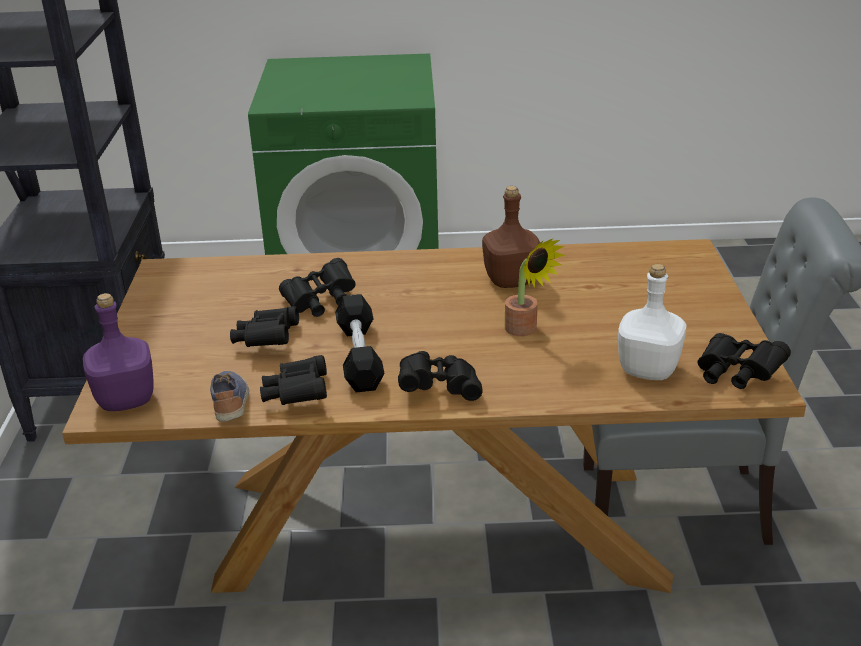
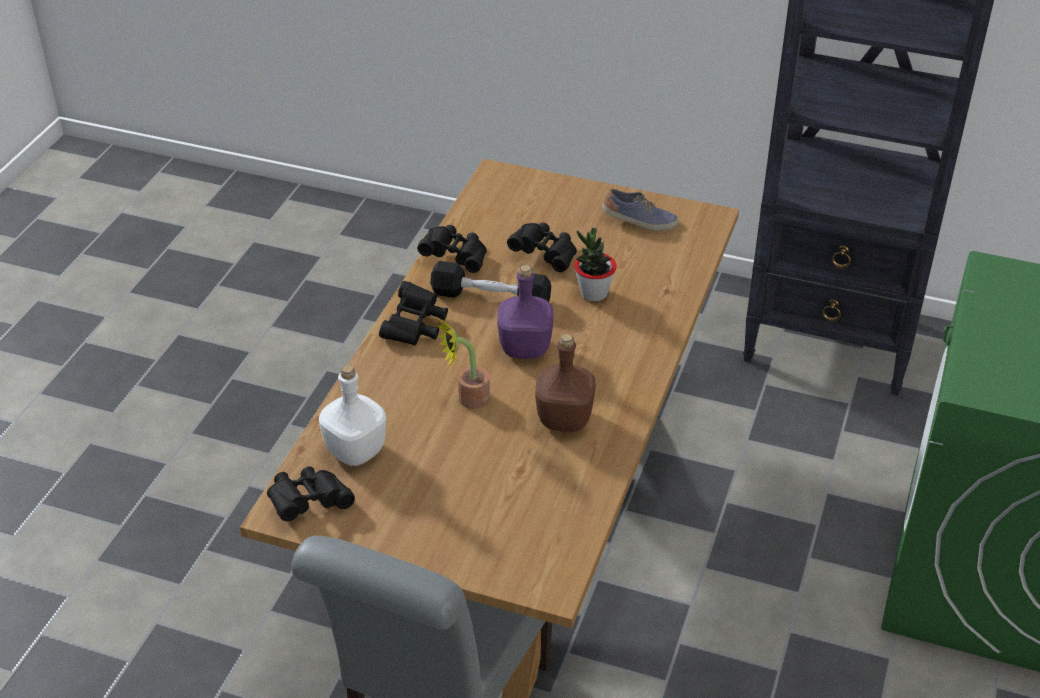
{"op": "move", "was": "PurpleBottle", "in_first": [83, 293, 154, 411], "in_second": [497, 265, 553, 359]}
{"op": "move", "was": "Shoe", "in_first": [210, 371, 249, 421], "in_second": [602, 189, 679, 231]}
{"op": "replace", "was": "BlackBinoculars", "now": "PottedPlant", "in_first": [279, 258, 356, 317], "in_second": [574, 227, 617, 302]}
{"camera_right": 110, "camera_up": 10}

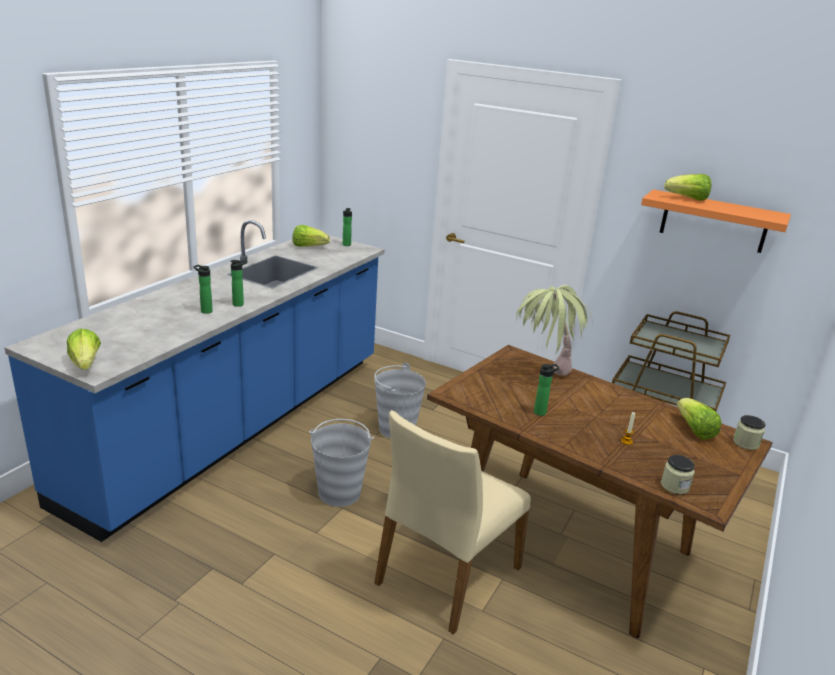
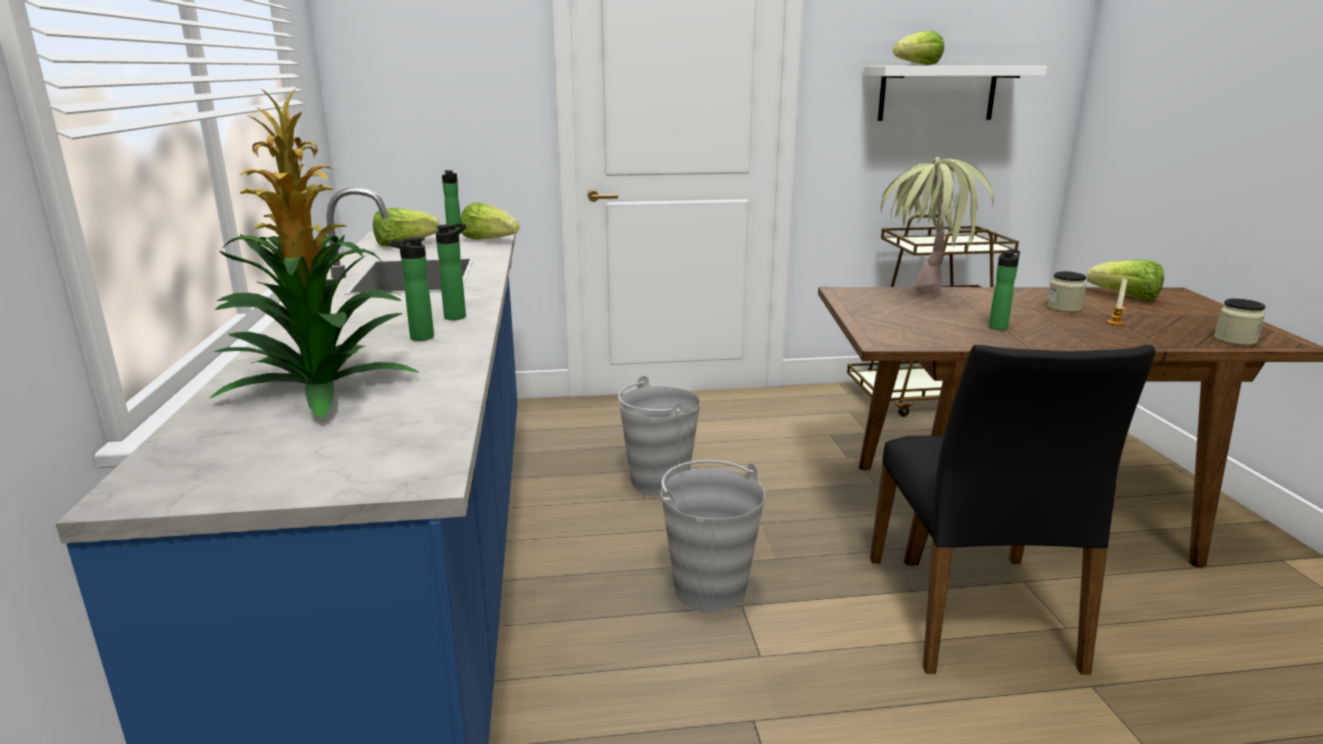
{"op": "insert", "now": "PottedPlant", "in_second": [210, 88, 419, 418]}
{"op": "move", "was": "Lettuce", "in_first": [67, 329, 101, 370], "in_second": [461, 202, 519, 240]}
{"op": "move", "was": "Jar", "in_first": [733, 415, 765, 450], "in_second": [1047, 271, 1087, 312]}
{"op": "recolor", "was": "BeigeChair", "now": "BlackChair", "in_first": [374, 410, 531, 635], "in_second": [870, 345, 1155, 675]}
{"op": "recolor", "was": "OrangeShelf", "now": "WhiteShelf", "in_first": [641, 189, 791, 253], "in_second": [863, 66, 1047, 121]}
{"camera_right": -35, "camera_up": -5}

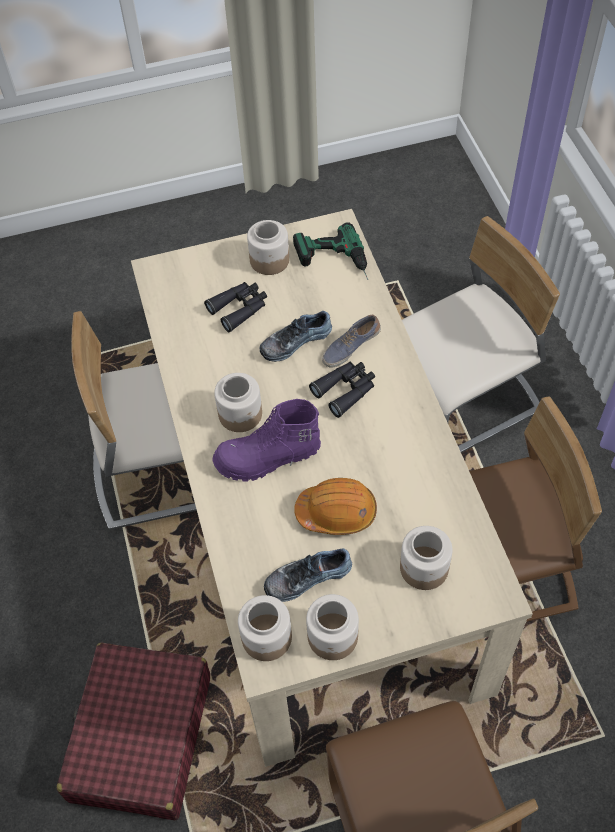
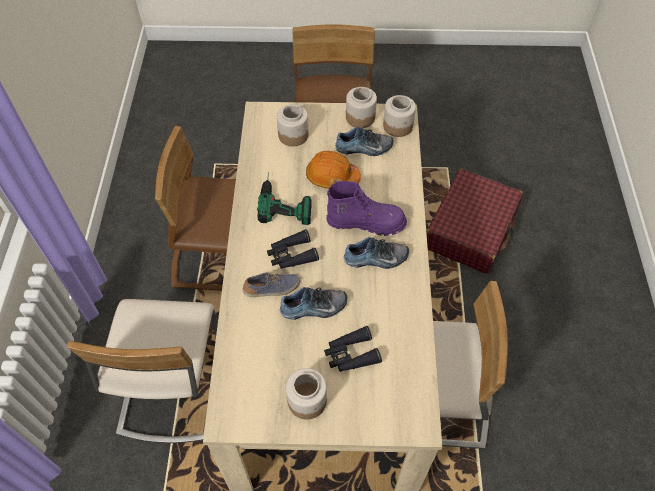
{"op": "move", "was": "PowerDrill", "in_first": [293, 222, 368, 280], "in_second": [257, 172, 312, 225]}
{"op": "replace", "was": "Jar", "now": "Shoe", "in_first": [214, 373, 262, 432], "in_second": [344, 237, 409, 269]}
{"op": "rotate", "was": "BeigeChair", "in_first": [402, 216, 560, 453], "in_second": [67, 299, 218, 443], "clockwise": -75}
{"camera_right": -165, "camera_up": 0}

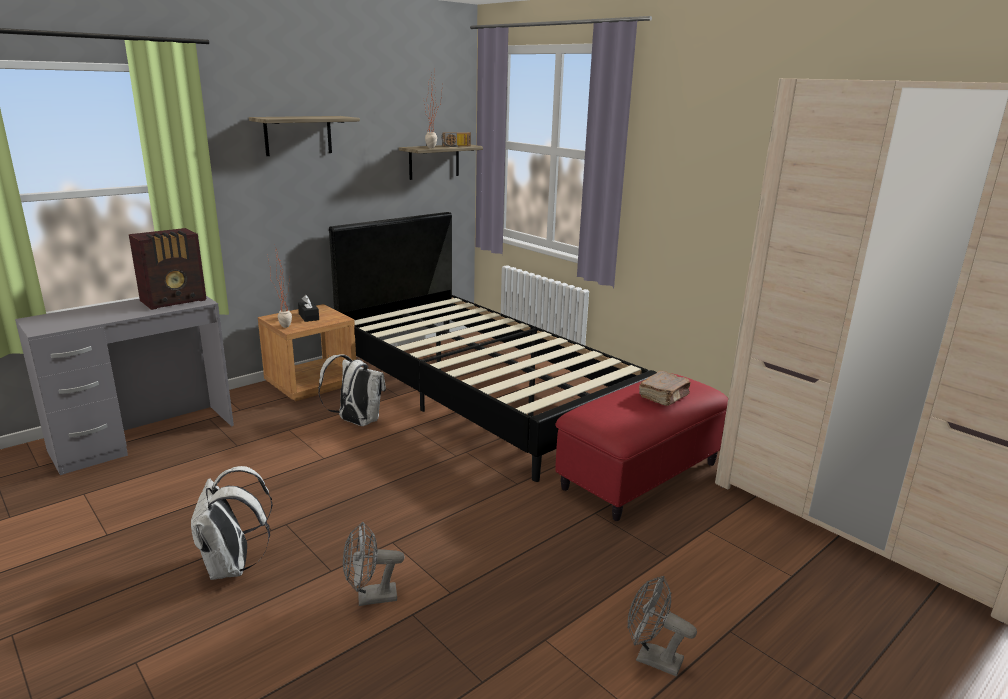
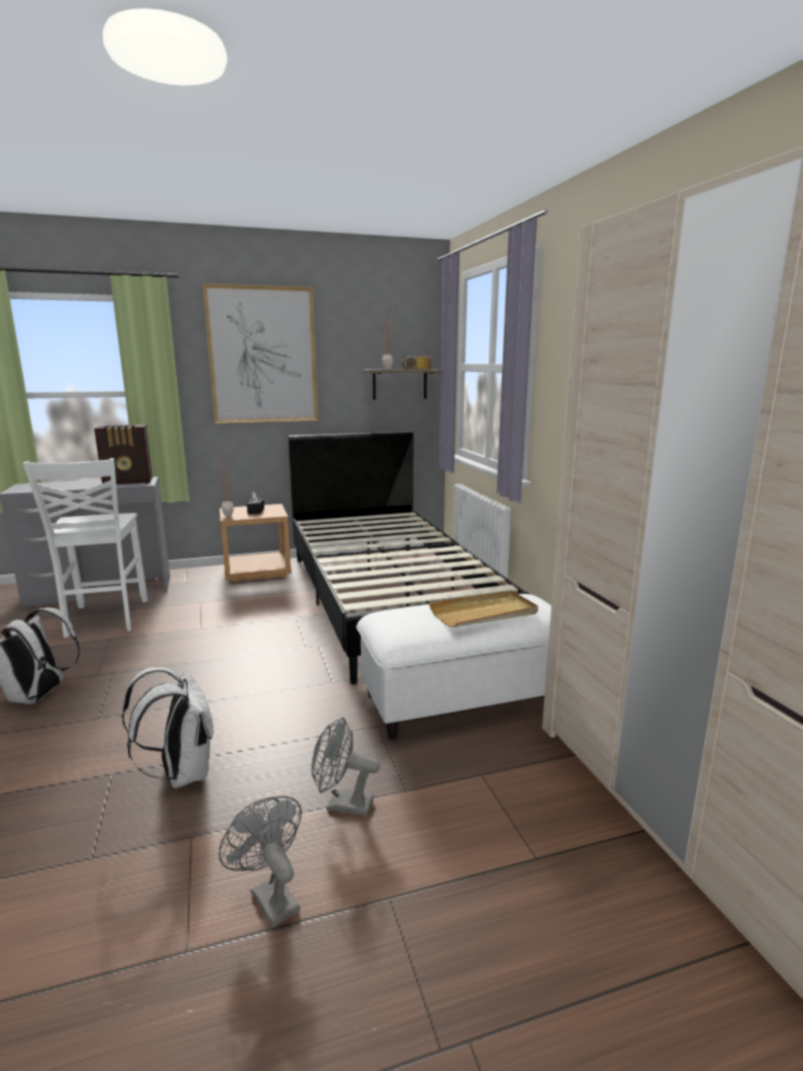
{"op": "insert", "now": "WhiteChair", "in_second": [23, 458, 148, 638]}
{"op": "move", "was": "WhiteBackpack", "in_first": [318, 354, 386, 426], "in_second": [122, 667, 214, 788]}
{"op": "move", "was": "GreyFan", "in_first": [343, 522, 405, 606], "in_second": [312, 717, 380, 816]}
{"op": "replace", "was": "Shelf", "now": "Picture", "in_first": [249, 116, 360, 156], "in_second": [202, 283, 318, 424]}
{"op": "replace", "was": "BrownBook", "now": "BeigeTray", "in_first": [639, 371, 690, 406], "in_second": [429, 590, 538, 627]}
{"op": "recolor", "was": "RedOttoman", "now": "WhiteOttoman", "in_first": [555, 373, 728, 521], "in_second": [356, 594, 551, 740]}
{"camera_right": 25, "camera_up": -5}

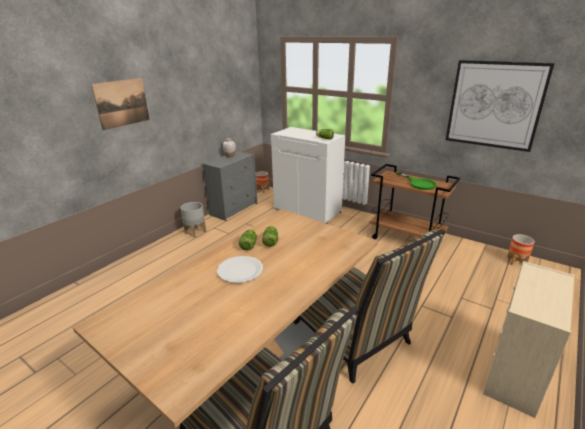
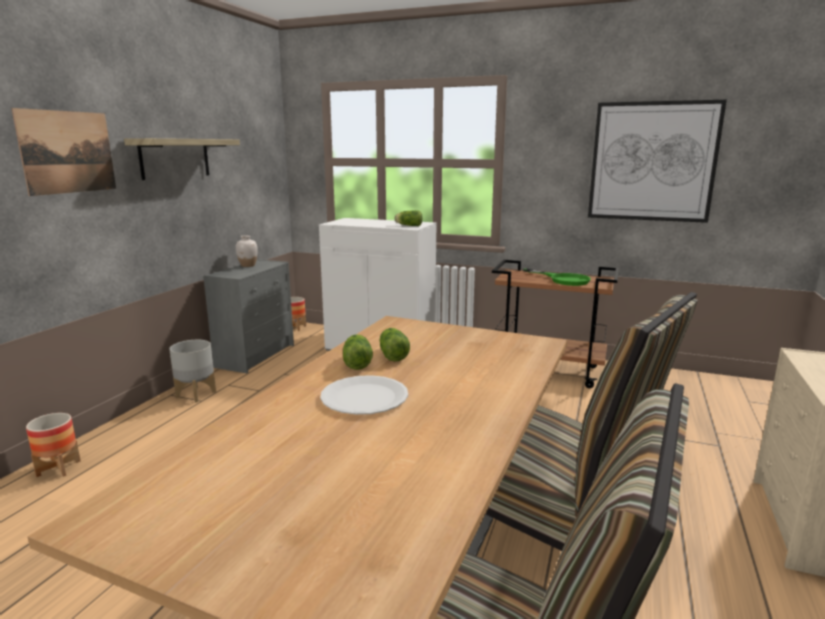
{"op": "insert", "now": "Shelf", "in_second": [124, 138, 240, 180]}
{"op": "move", "was": "Planter", "in_first": [507, 234, 535, 265], "in_second": [26, 413, 81, 477]}
{"camera_right": -15, "camera_up": -10}

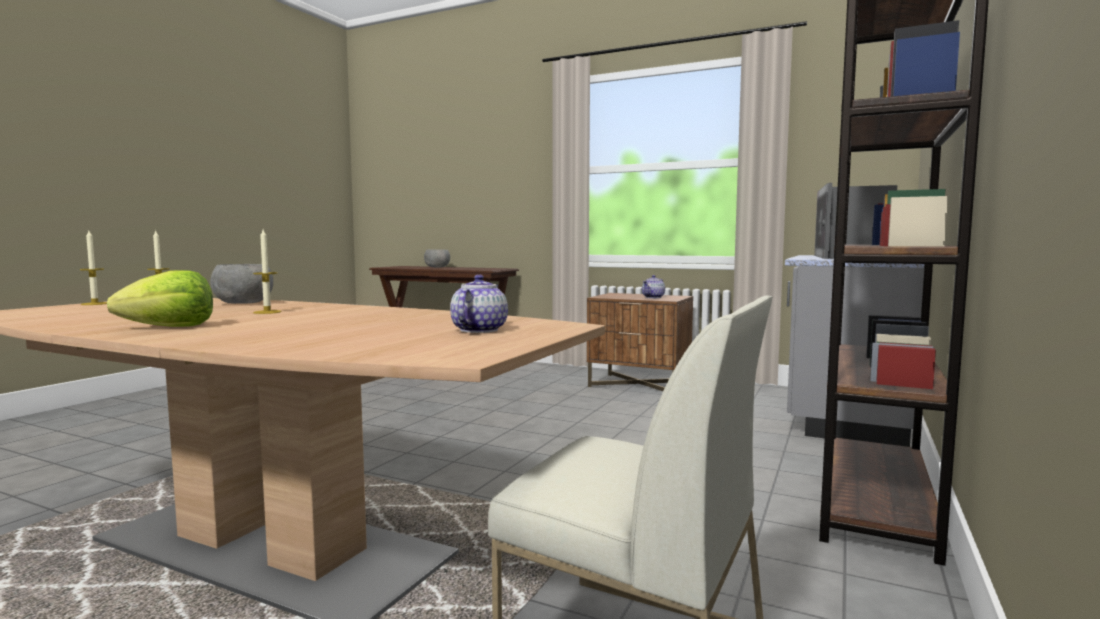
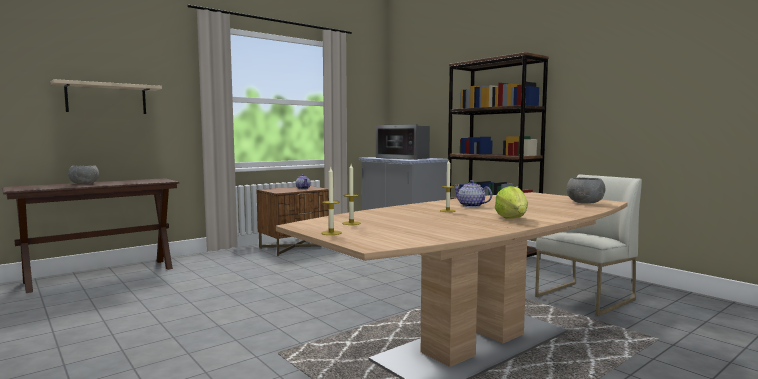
{"op": "insert", "now": "BeigeShelf", "in_second": [51, 79, 162, 114]}
{"op": "move", "was": "GreyBowl", "in_first": [210, 264, 273, 304], "in_second": [567, 177, 605, 204]}
{"op": "move", "was": "Teapot", "in_first": [450, 274, 508, 333], "in_second": [453, 180, 492, 207]}
{"camera_right": -65, "camera_up": 0}

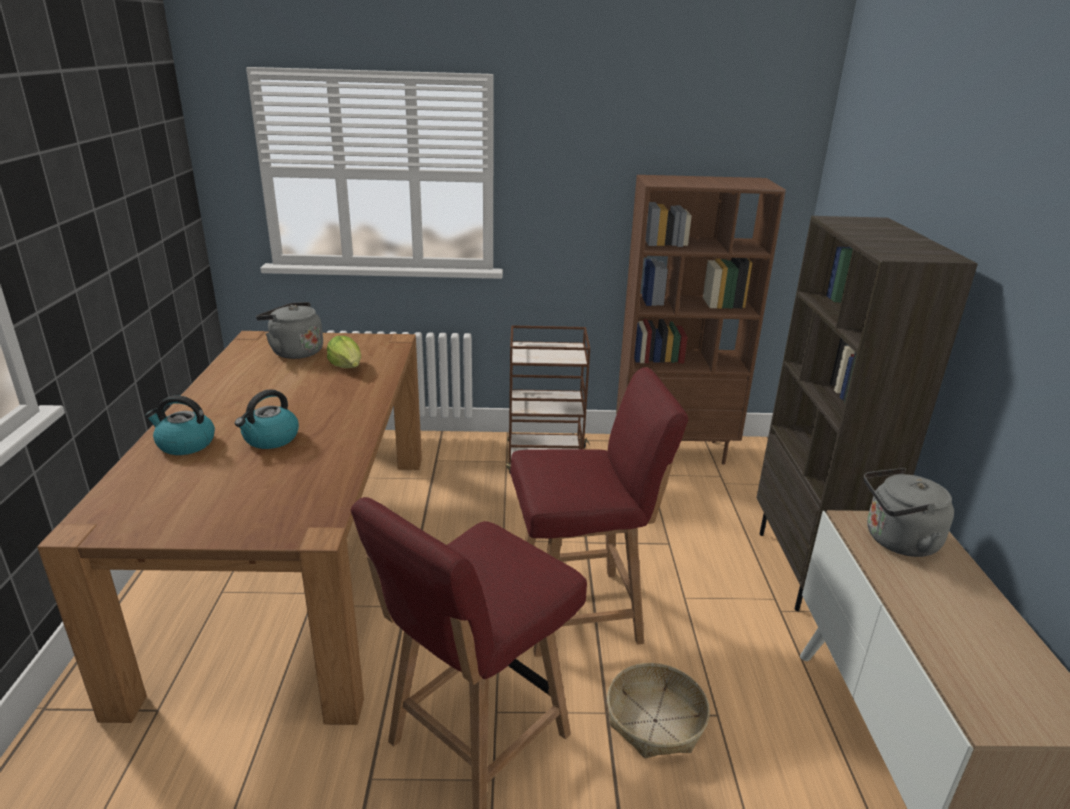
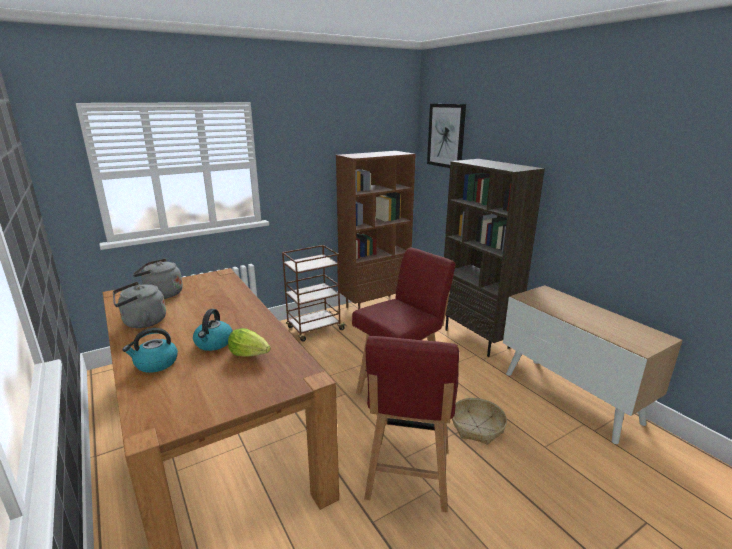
{"op": "insert", "now": "Picture", "in_second": [427, 104, 466, 168]}
{"op": "move", "was": "Lettuce", "in_first": [327, 336, 361, 368], "in_second": [228, 328, 271, 356]}
{"op": "move", "was": "GreyKettle", "in_first": [864, 468, 954, 557], "in_second": [113, 282, 166, 328]}
{"camera_right": -30, "camera_up": -5}

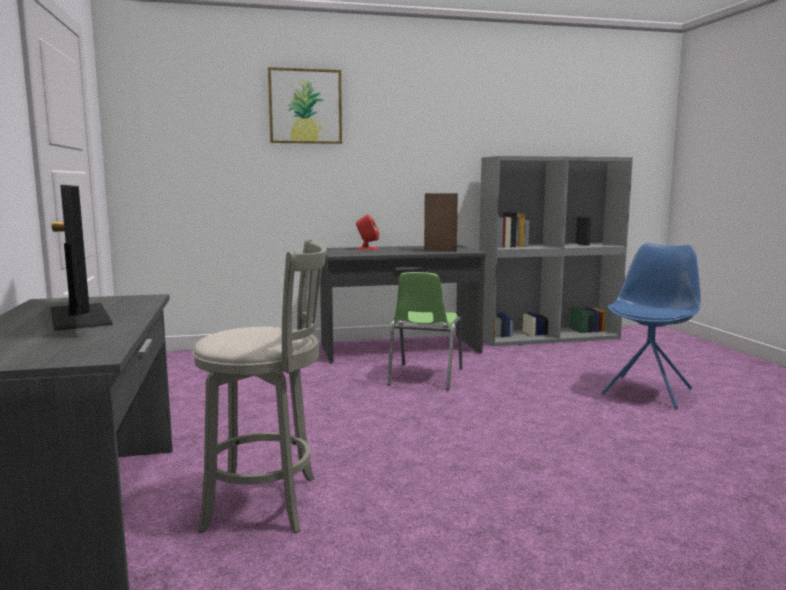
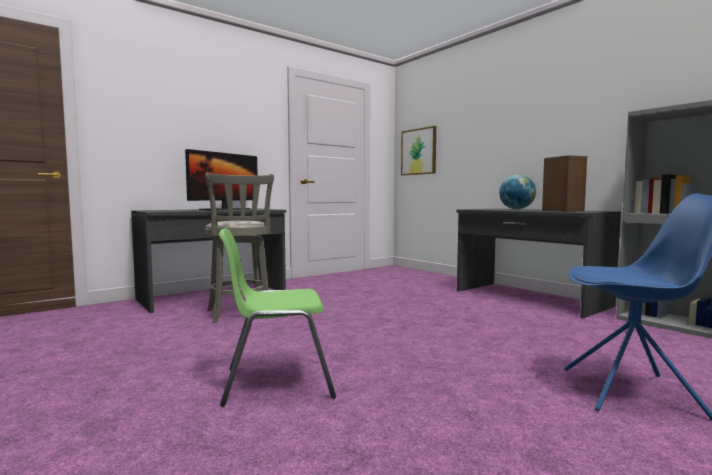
{"op": "move", "was": "Picture", "in_first": [268, 67, 342, 144], "in_second": [401, 126, 436, 175]}
{"op": "move", "was": "GreenChair", "in_first": [387, 272, 462, 390], "in_second": [219, 228, 336, 407]}
{"op": "replace", "was": "RedSpeaker", "now": "Globe", "in_first": [356, 214, 379, 250], "in_second": [499, 175, 536, 209]}
{"camera_right": 65, "camera_up": -5}

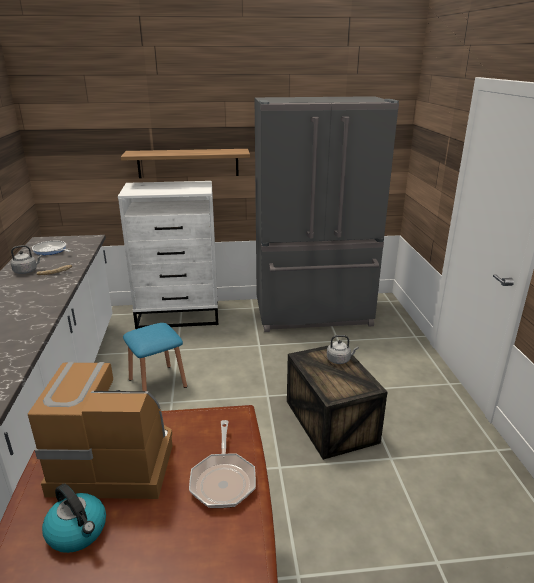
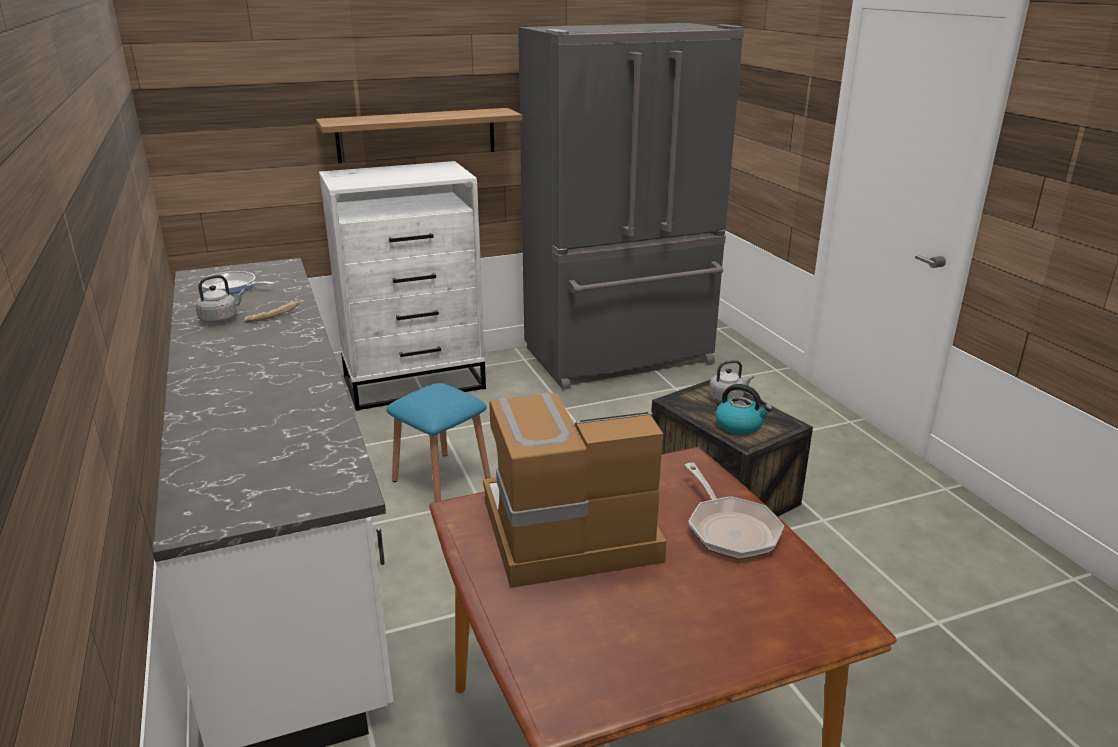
{"op": "move", "was": "Kettle", "in_first": [42, 484, 106, 553], "in_second": [715, 384, 772, 435]}
{"camera_right": -15, "camera_up": 0}

